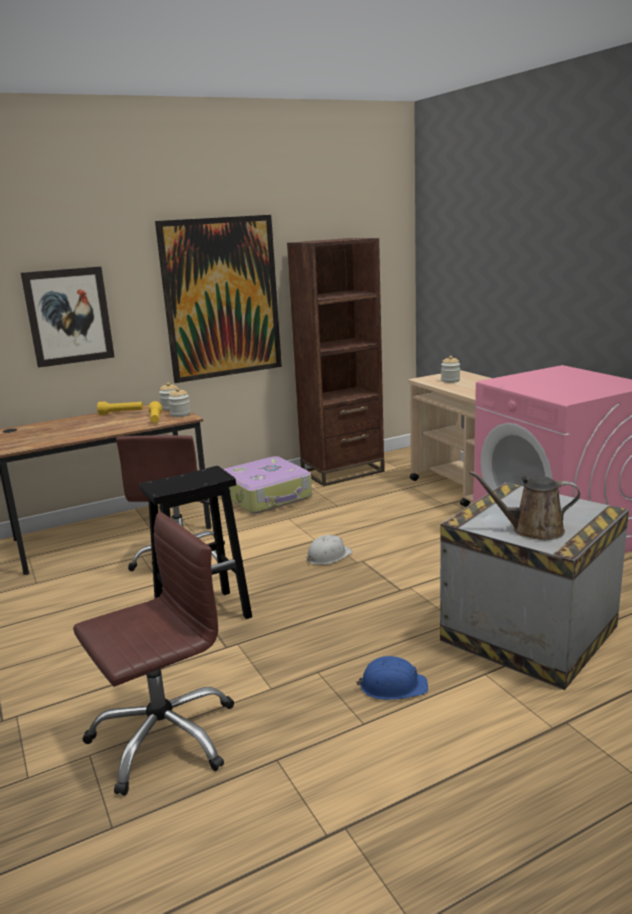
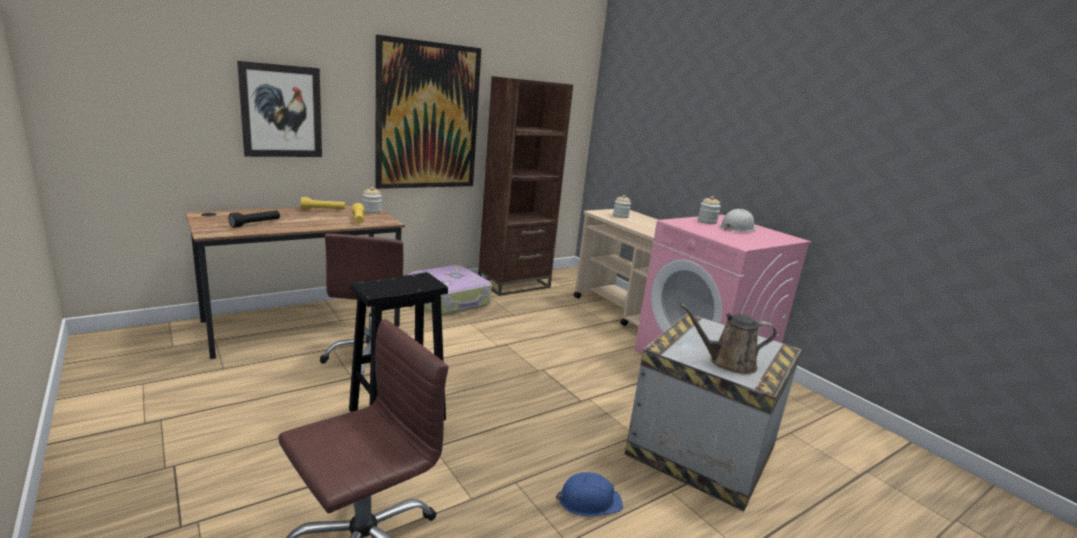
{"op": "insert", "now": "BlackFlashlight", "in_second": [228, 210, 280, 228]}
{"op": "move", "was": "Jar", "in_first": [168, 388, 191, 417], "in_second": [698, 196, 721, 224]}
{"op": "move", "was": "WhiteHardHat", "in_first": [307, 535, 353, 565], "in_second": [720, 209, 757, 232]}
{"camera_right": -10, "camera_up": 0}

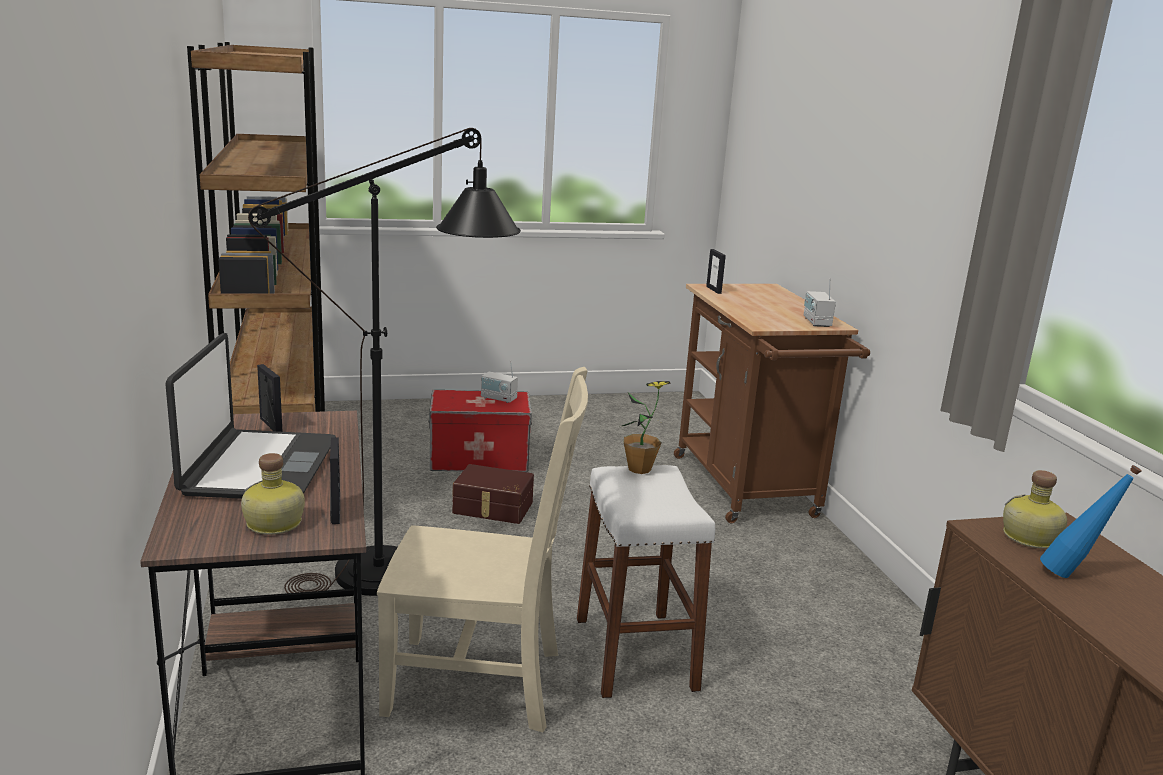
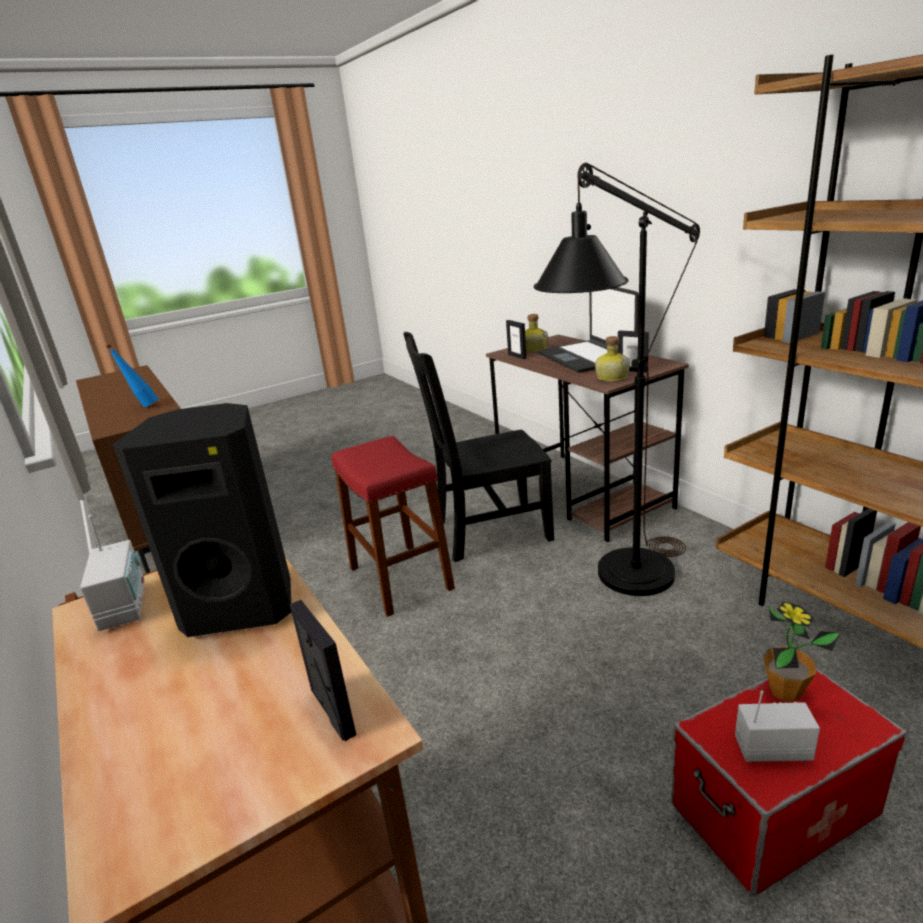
{"op": "delete", "was": "BrownStorageBox", "in_first": [452, 464, 534, 524]}
{"op": "insert", "now": "BlackSpeaker", "in_second": [113, 403, 291, 637]}
{"op": "move", "was": "PottedPlant", "in_first": [619, 381, 671, 474], "in_second": [763, 602, 840, 702]}
{"op": "move", "was": "Bottle", "in_first": [1003, 470, 1067, 549], "in_second": [595, 336, 630, 382]}
{"op": "recolor", "was": "BeigeChair", "now": "BlackChair", "in_first": [377, 367, 588, 732], "in_second": [403, 332, 554, 562]}
{"op": "recolor", "was": "WhiteStool", "now": "RedStool", "in_first": [577, 465, 715, 698], "in_second": [332, 436, 455, 617]}
{"camera_right": 165, "camera_up": 5}

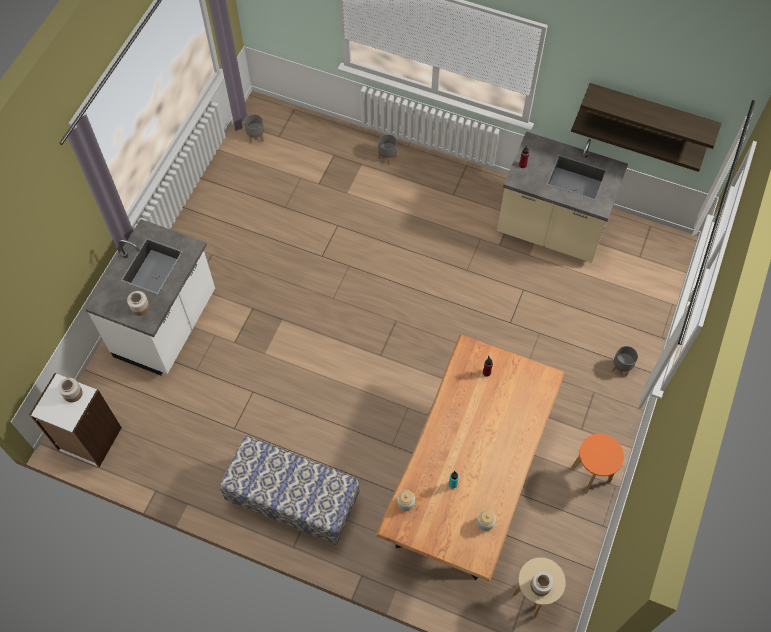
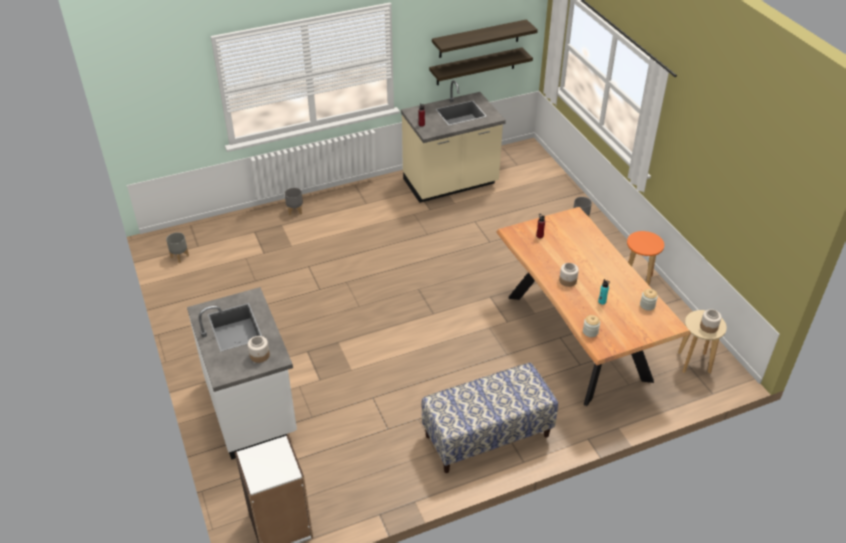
{"op": "move", "was": "Jar", "in_first": [58, 377, 83, 402], "in_second": [559, 263, 579, 287]}
{"camera_right": -45, "camera_up": -20}

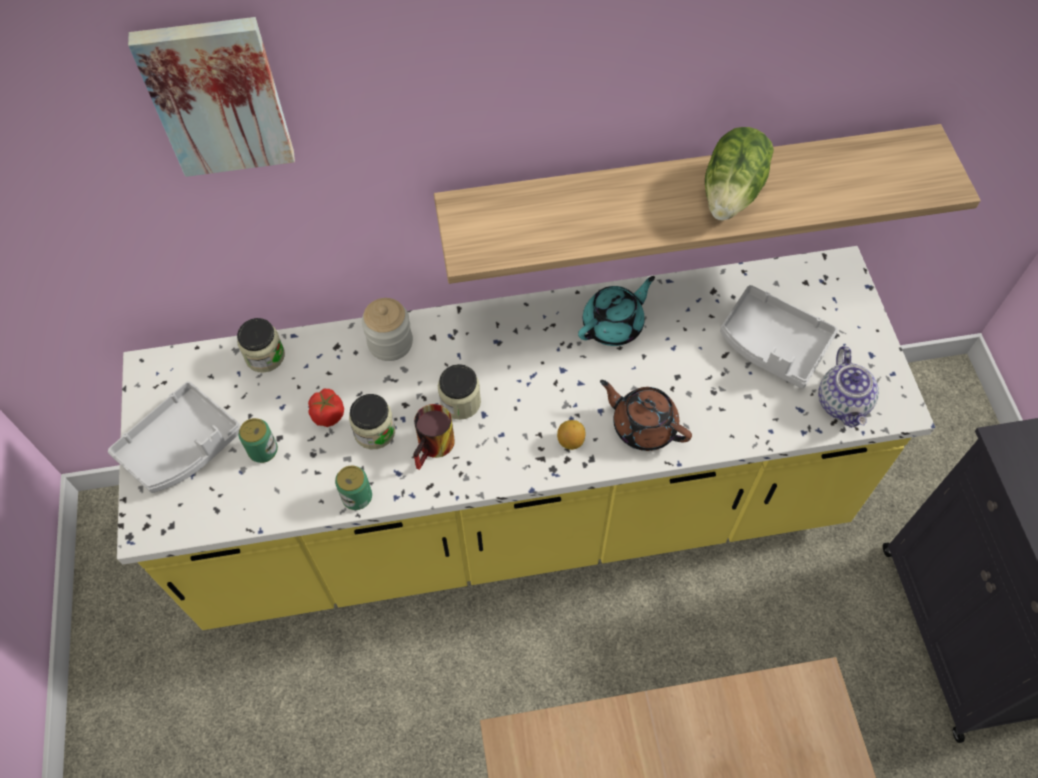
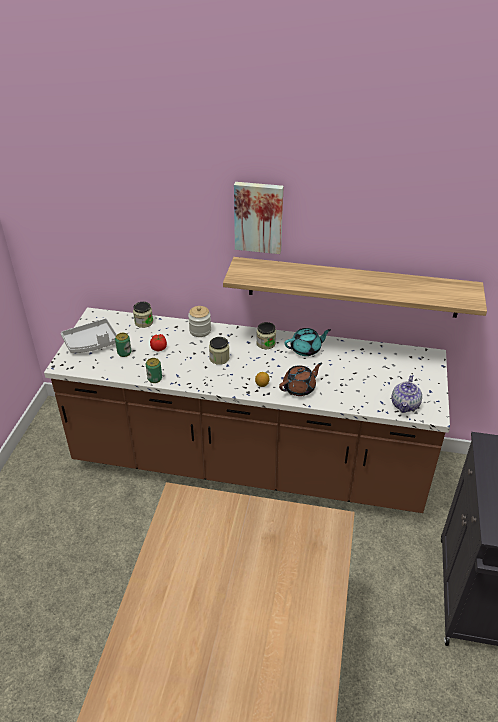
{"op": "delete", "was": "Mug", "in_first": [413, 404, 455, 470]}
{"op": "delete", "was": "Lettuce", "in_first": [705, 127, 774, 220]}
{"op": "delete", "was": "GreyTray", "in_first": [720, 285, 838, 389]}
{"op": "move", "was": "Picture", "in_first": [128, 17, 295, 177], "in_second": [234, 182, 284, 254]}
{"op": "move", "was": "Jar", "in_first": [349, 394, 395, 449], "in_second": [257, 322, 276, 349]}
{"op": "recolor", "was": "YellowCounter", "now": "BrownCounter", "in_first": [117, 246, 935, 630], "in_second": [44, 307, 450, 513]}
{"op": "rotate", "was": "BrownTeapot", "in_first": [600, 380, 692, 451], "in_second": [279, 363, 322, 396], "clockwise": 90}
{"camera_right": 20, "camera_up": -20}

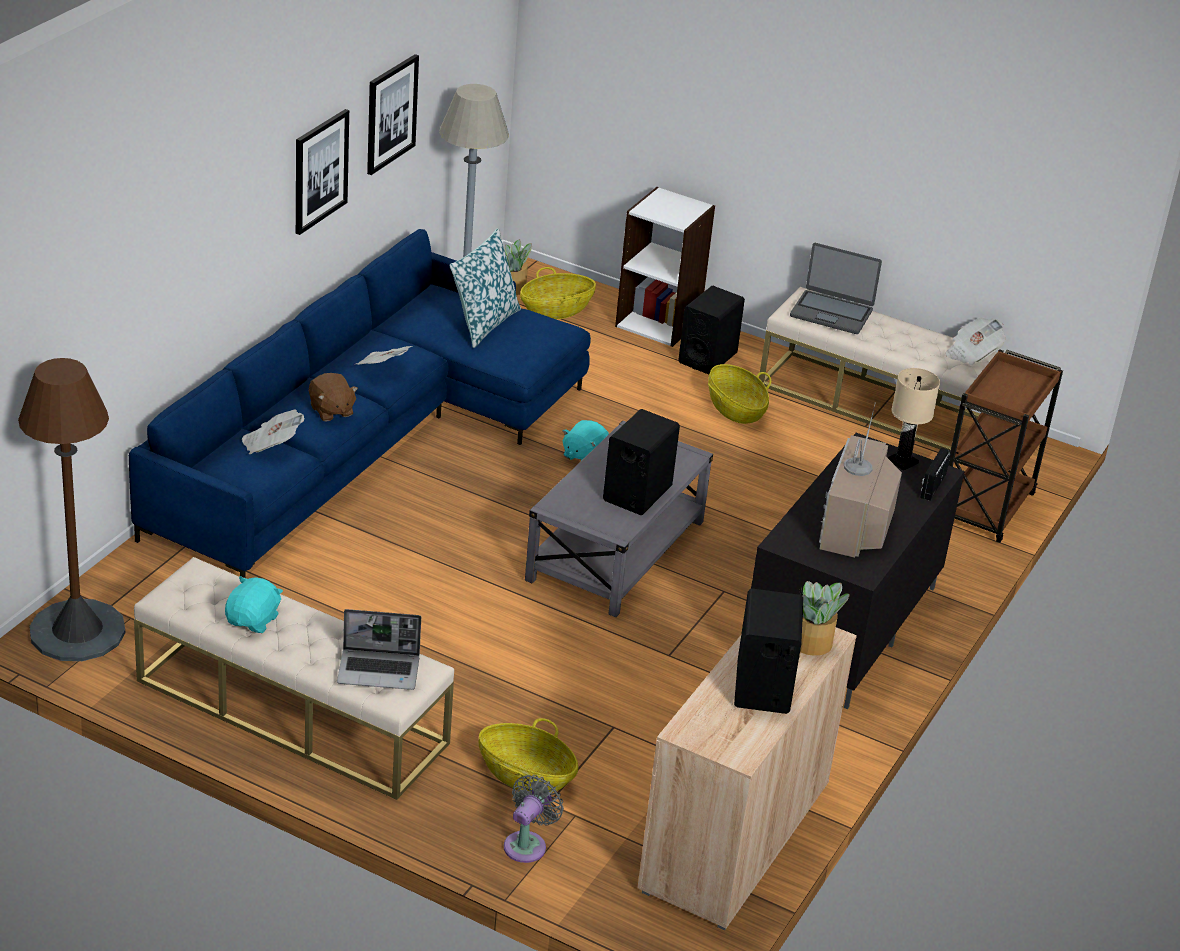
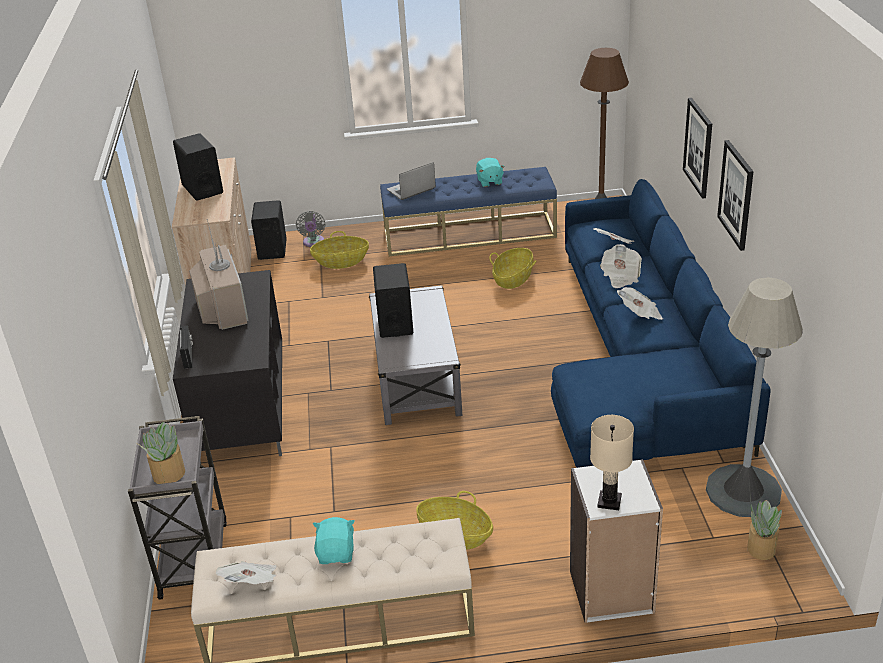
{"op": "delete", "was": "Pillow", "in_first": [450, 228, 521, 348]}
{"op": "delete", "was": "Laptop", "in_first": [790, 243, 882, 334]}
{"op": "move", "was": "Picture", "in_first": [367, 54, 419, 175], "in_second": [683, 98, 712, 199]}
{"op": "move", "was": "Basket", "in_first": [520, 267, 596, 319], "in_second": [489, 248, 536, 289]}
{"op": "move", "was": "TurquoisePlushToy", "in_first": [562, 420, 609, 461], "in_second": [313, 517, 355, 564]}
{"op": "move", "was": "BlackSpeaker", "in_first": [678, 286, 745, 374], "in_second": [251, 200, 287, 260]}
{"op": "move", "was": "PottedPlant", "in_first": [800, 581, 850, 656], "in_second": [137, 422, 185, 484]}
{"op": "move", "was": "BeigeTableLamp", "in_first": [888, 368, 940, 470], "in_second": [590, 415, 634, 510]}
{"op": "replace", "was": "BrownPlushToy", "now": "Newspaper", "in_first": [309, 373, 358, 422], "in_second": [600, 244, 642, 288]}
{"op": "recolor", "was": "BeigeBench", "now": "BlueBench", "in_first": [134, 557, 454, 800], "in_second": [380, 167, 557, 256]}
{"op": "recolor", "was": "BrownCart", "now": "GreyCart", "in_first": [948, 349, 1063, 543], "in_second": [128, 416, 227, 600]}
{"camera_right": 150, "camera_up": 0}

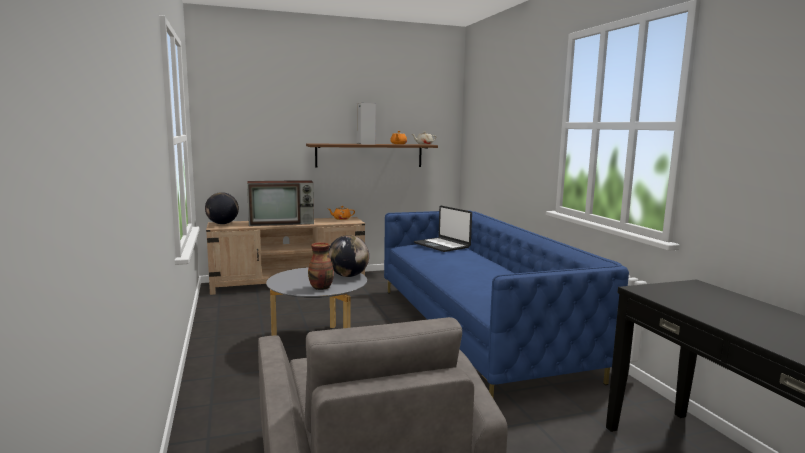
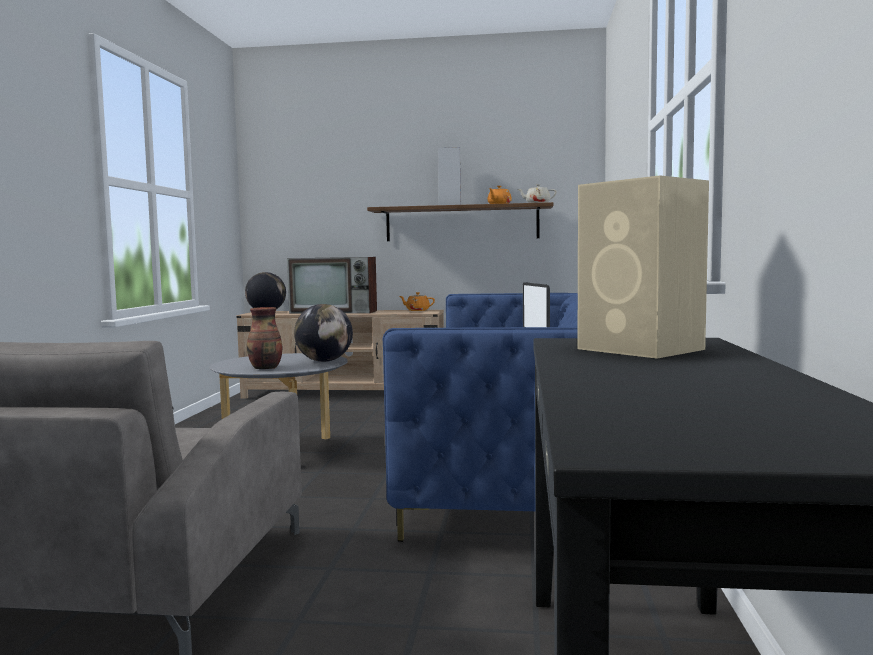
{"op": "insert", "now": "BeigeSpeaker", "in_second": [577, 175, 709, 359]}
{"camera_right": 25, "camera_up": -5}

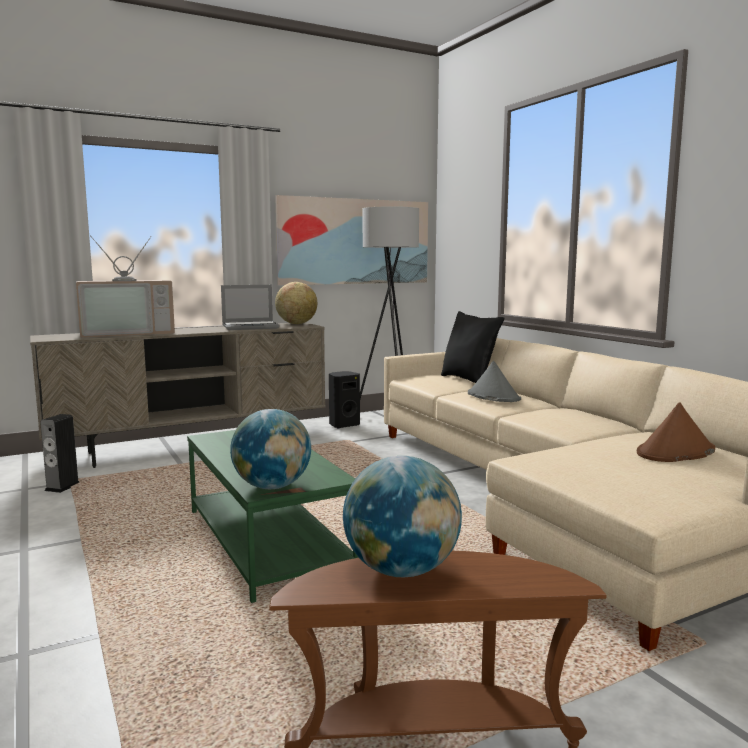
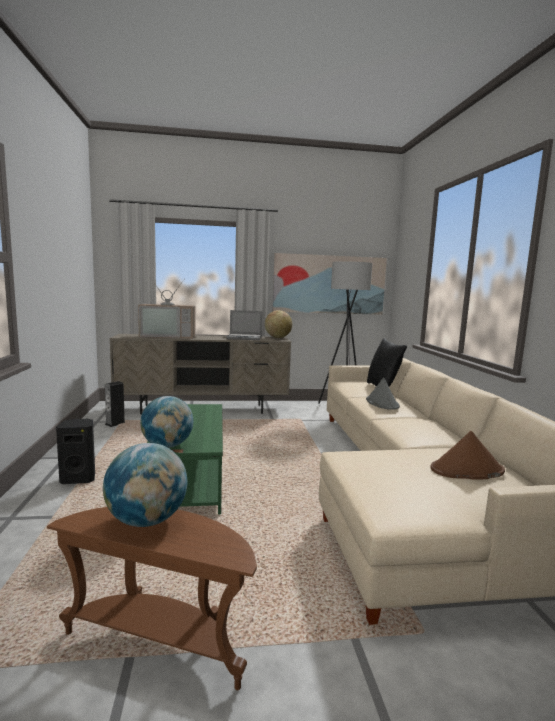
{"op": "move", "was": "BlackSpeaker", "in_first": [329, 371, 360, 428], "in_second": [56, 419, 95, 484]}
{"camera_right": 20, "camera_up": 0}

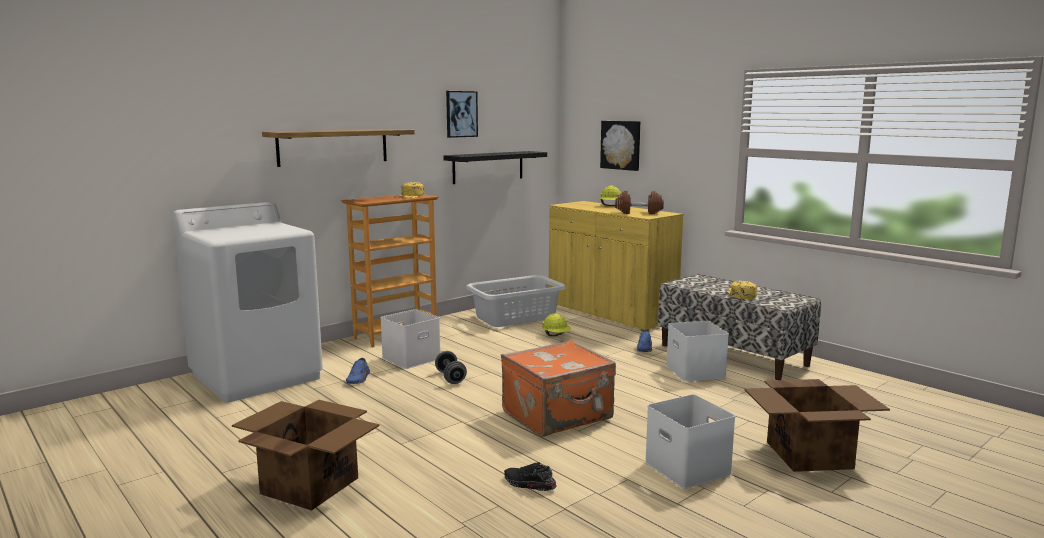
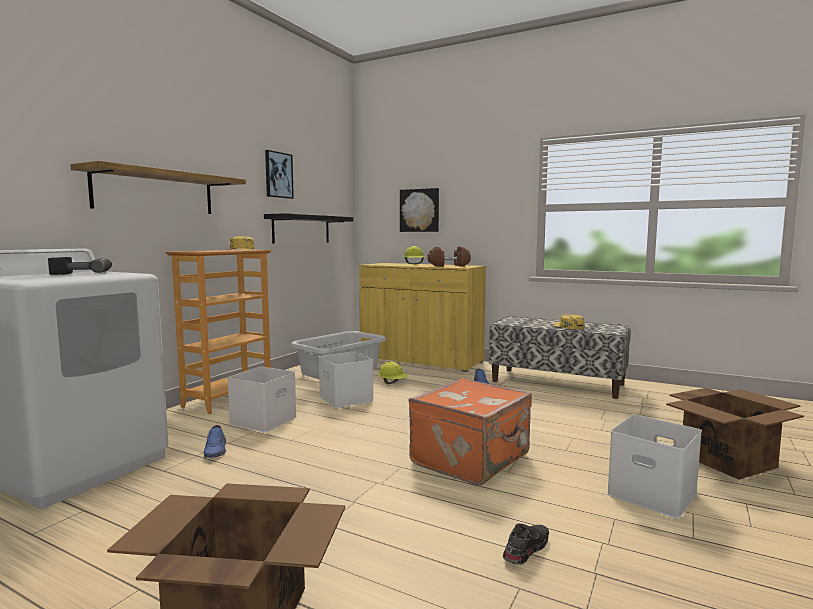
{"op": "delete", "was": "GreyDumbbell", "in_first": [435, 351, 467, 384]}
{"op": "insert", "now": "PowerDrill", "in_second": [48, 257, 112, 275]}
{"op": "move", "was": "WhiteStorageBox", "in_first": [666, 321, 729, 382], "in_second": [319, 352, 374, 408]}
{"op": "rotate", "was": "BlackShoe", "in_first": [504, 462, 557, 491], "in_second": [503, 523, 549, 565], "clockwise": 120}
{"camera_right": -20, "camera_up": -5}

